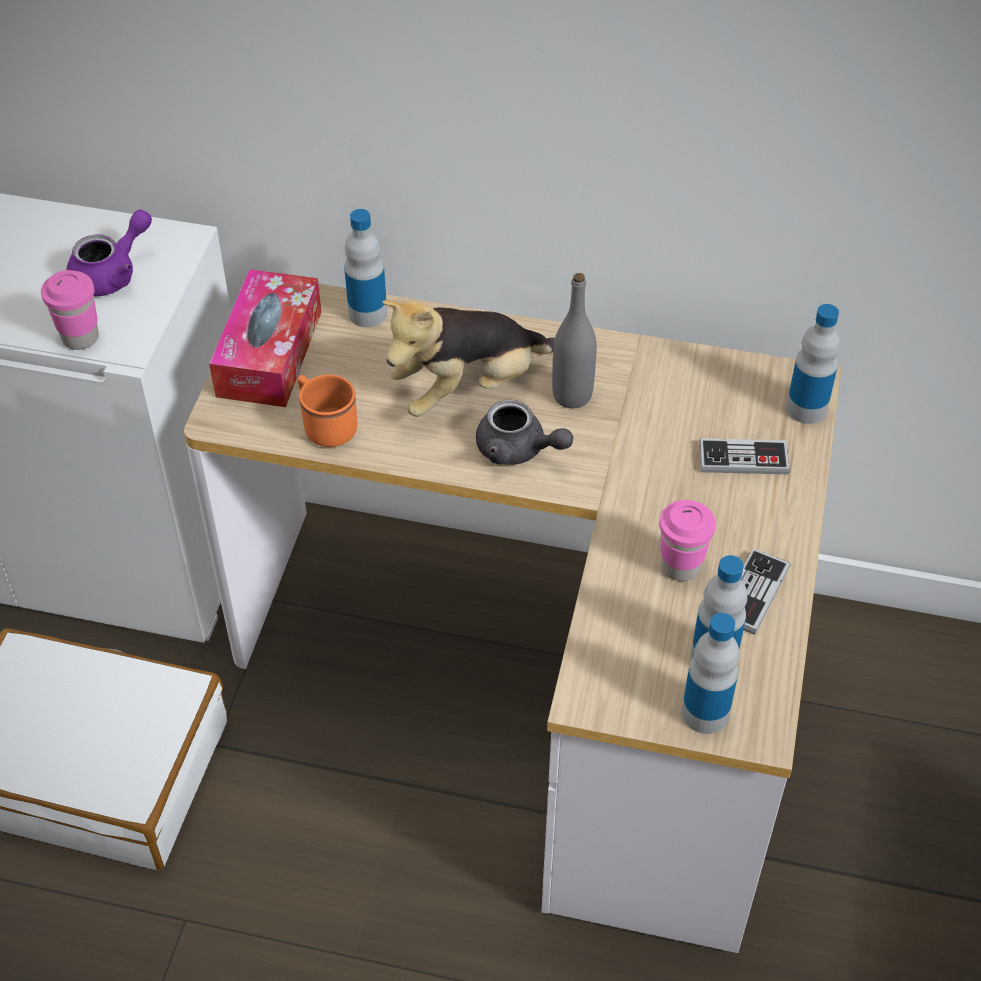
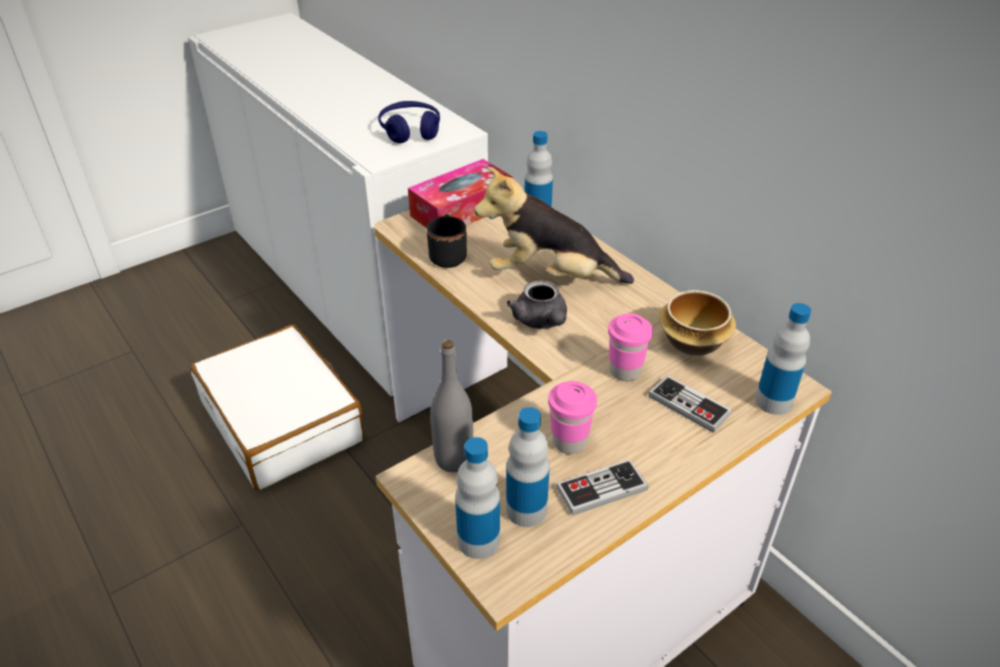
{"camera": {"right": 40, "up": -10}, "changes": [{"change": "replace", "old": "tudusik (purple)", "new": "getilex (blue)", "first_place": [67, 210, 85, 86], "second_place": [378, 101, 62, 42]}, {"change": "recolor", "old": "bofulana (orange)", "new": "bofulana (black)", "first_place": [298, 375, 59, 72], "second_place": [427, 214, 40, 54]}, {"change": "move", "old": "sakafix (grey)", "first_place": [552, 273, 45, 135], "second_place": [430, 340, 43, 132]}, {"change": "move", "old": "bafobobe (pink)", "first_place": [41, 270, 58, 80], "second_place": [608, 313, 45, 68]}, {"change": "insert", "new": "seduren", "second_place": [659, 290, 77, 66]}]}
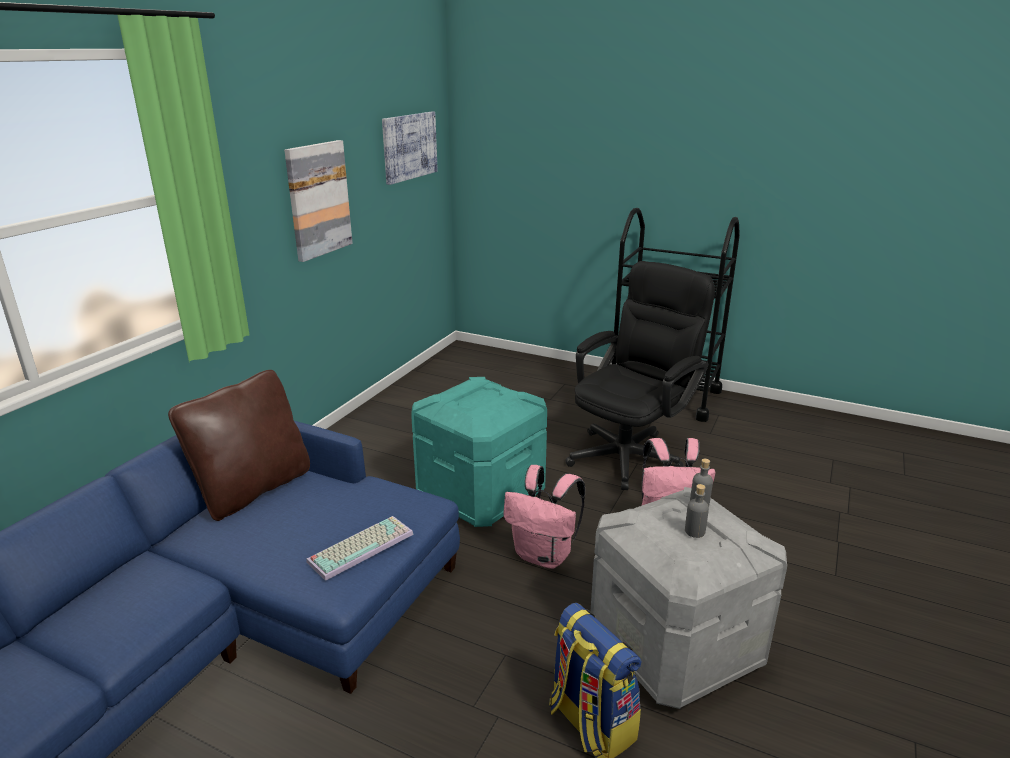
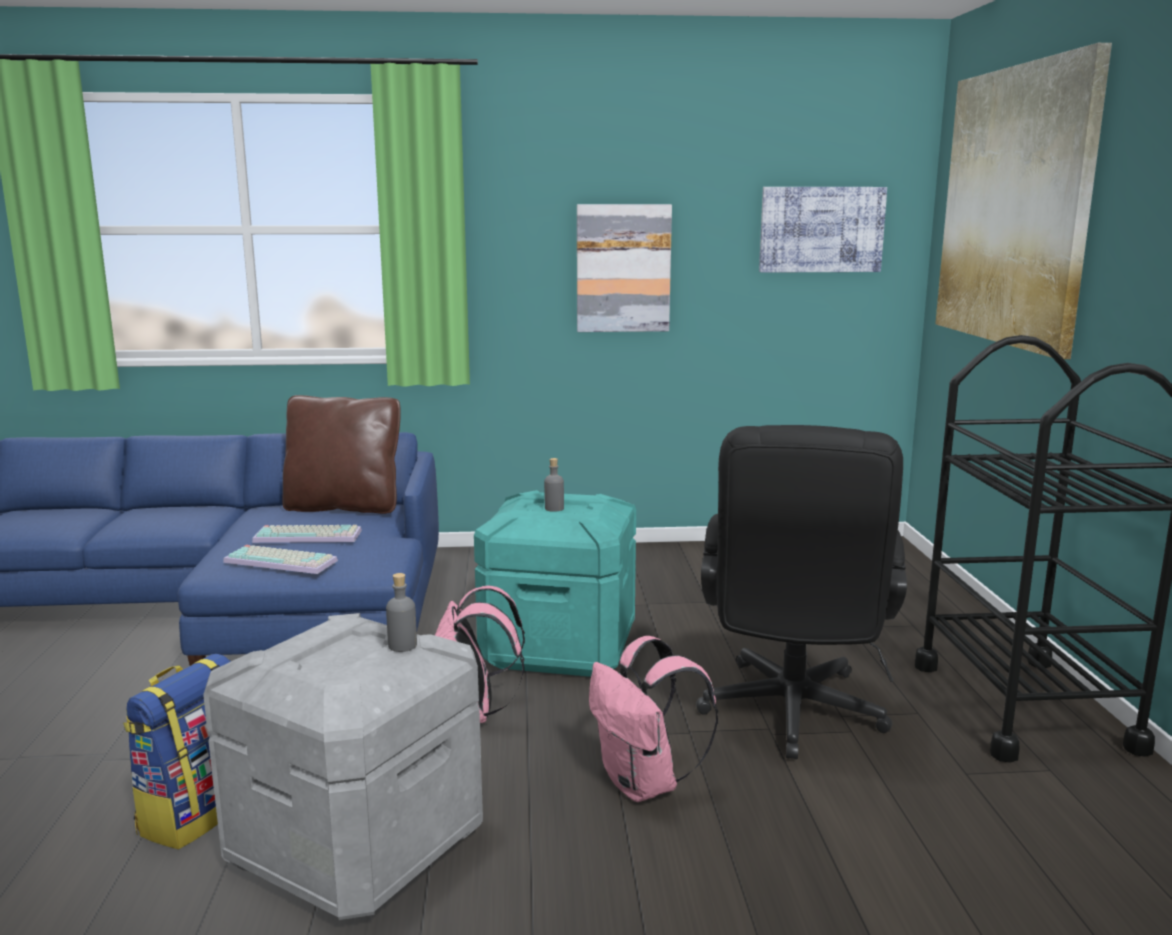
{"camera": {"right": 60, "up": -10}, "changes": [{"change": "insert", "new": "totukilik", "second_place": [252, 525, 110, 18]}, {"change": "move", "old": "sakafix (grey)", "first_place": [685, 484, 24, 54], "second_place": [544, 458, 20, 54]}, {"change": "rotate", "old": "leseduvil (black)", "first_place": [565, 261, 150, 229], "second_place": [696, 425, 211, 334], "degrees": 90}, {"change": "insert", "new": "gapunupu", "second_place": [935, 43, 177, 316]}]}
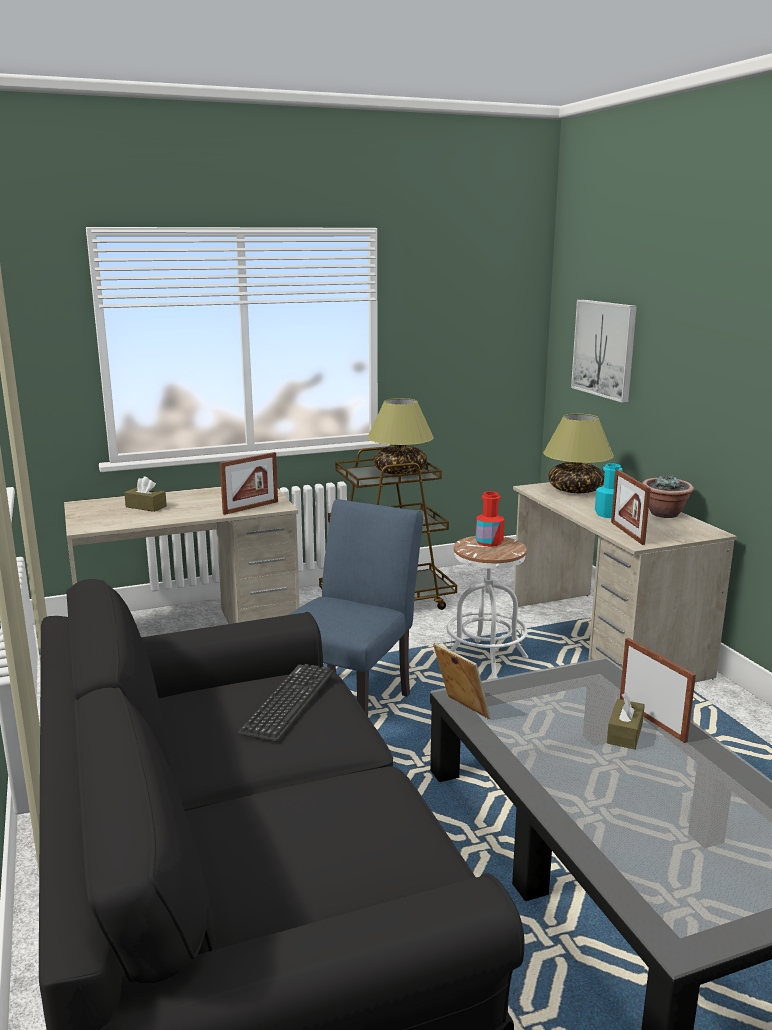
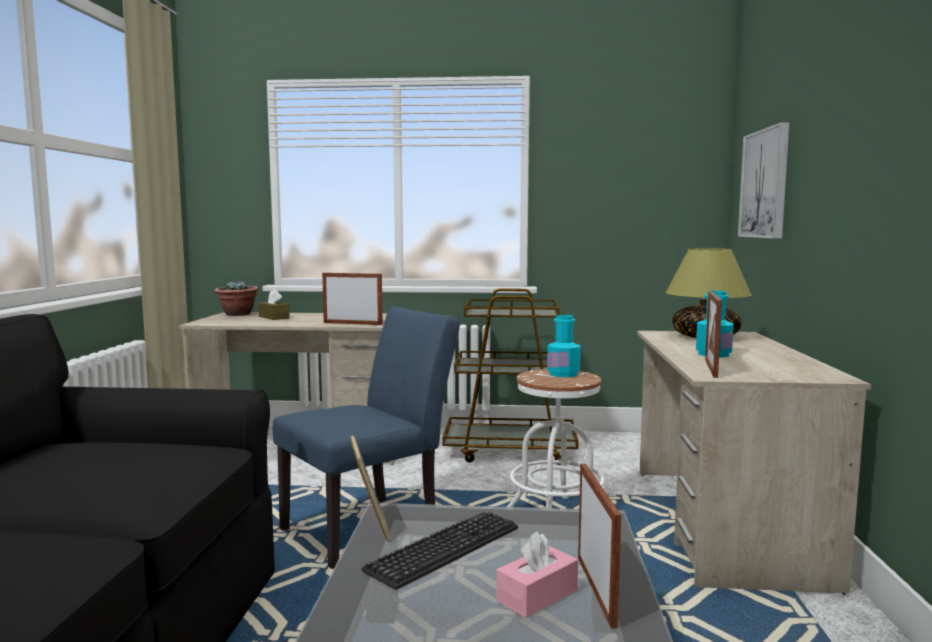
{"camera": {"right": 25, "up": -10}, "changes": [{"change": "move", "old": "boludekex", "first_place": [642, 474, 52, 44], "second_place": [214, 280, 45, 36]}, {"change": "rotate", "old": "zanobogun", "first_place": [220, 452, 58, 63], "second_place": [322, 273, 61, 52], "degrees": -150}, {"change": "move", "old": "totukilik", "first_place": [238, 664, 96, 78], "second_place": [361, 512, 157, 78]}, {"change": "recolor", "old": "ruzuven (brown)", "new": "ruzuven (pink)", "first_place": [607, 693, 38, 56], "second_place": [496, 531, 82, 87]}, {"change": "recolor", "old": "sakafix (red)", "new": "sakafix (turquoise)", "first_place": [475, 491, 29, 56], "second_place": [547, 315, 34, 62]}, {"change": "delete", "old": "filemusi", "first_place": [367, 398, 67, 77]}]}
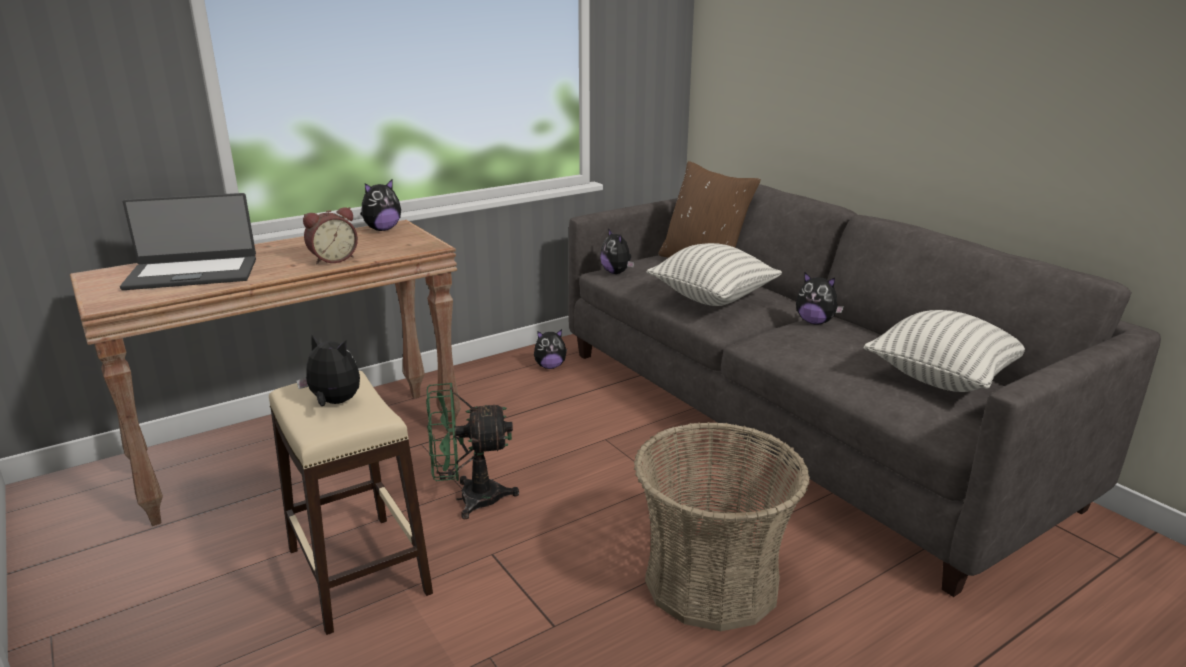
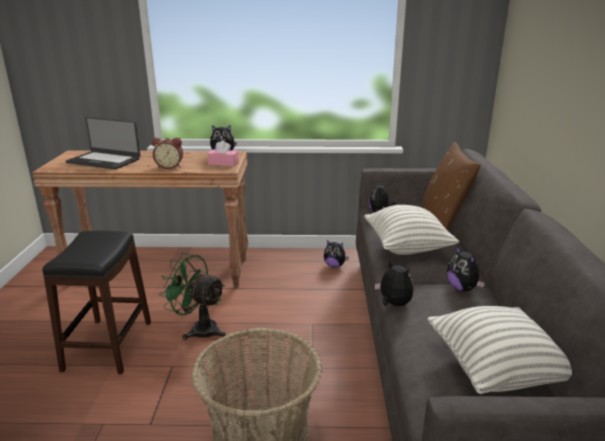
{"camera": {"right": 35, "up": 0}, "changes": [{"change": "recolor", "old": "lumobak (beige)", "new": "lumobak (black)", "first_place": [269, 371, 164, 264], "second_place": [42, 231, 109, 143]}, {"change": "insert", "new": "ruzuven (pink)", "second_place": [207, 140, 32, 26]}, {"change": "move", "old": "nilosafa", "first_place": [296, 335, 64, 71], "second_place": [375, 259, 39, 47]}]}
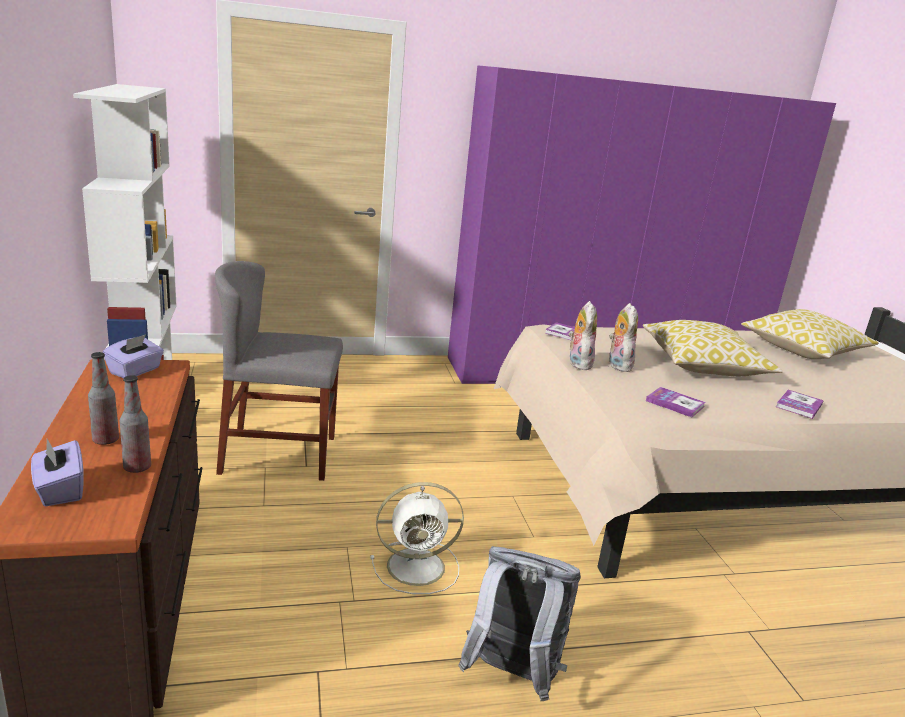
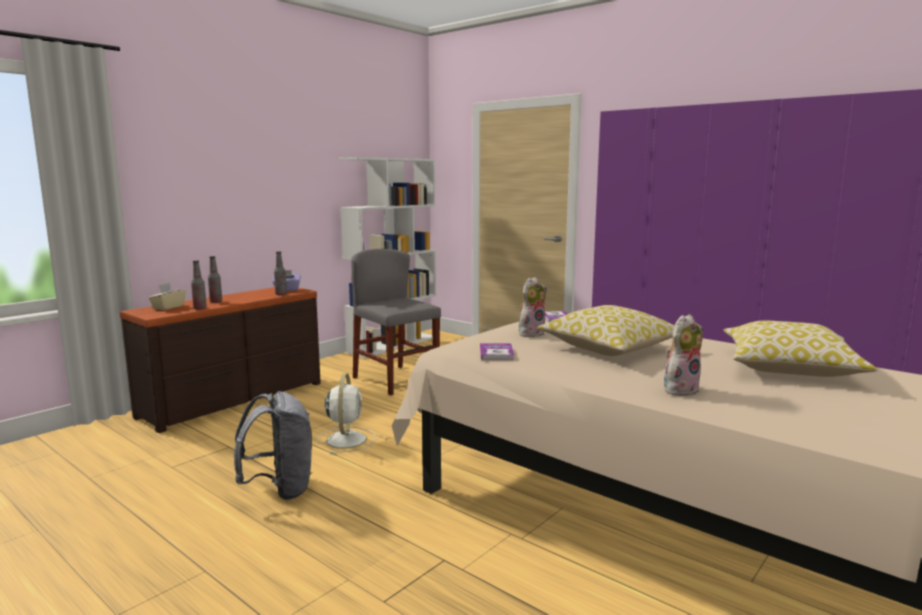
{"camera": {"right": 55, "up": -10}, "changes": [{"change": "recolor", "old": "ruzuven (purple)", "new": "ruzuven (beige)", "first_place": [31, 439, 53, 67], "second_place": [149, 283, 37, 27]}, {"change": "insert", "new": "sakafix", "second_place": [274, 251, 13, 44]}, {"change": "rotate", "old": "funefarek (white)", "first_place": [370, 482, 94, 112], "second_place": [317, 373, 59, 81], "degrees": -135}, {"change": "move", "old": "nilosafa", "first_place": [569, 301, 28, 69], "second_place": [664, 314, 39, 82]}, {"change": "delete", "old": "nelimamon", "first_place": [776, 390, 48, 29]}]}
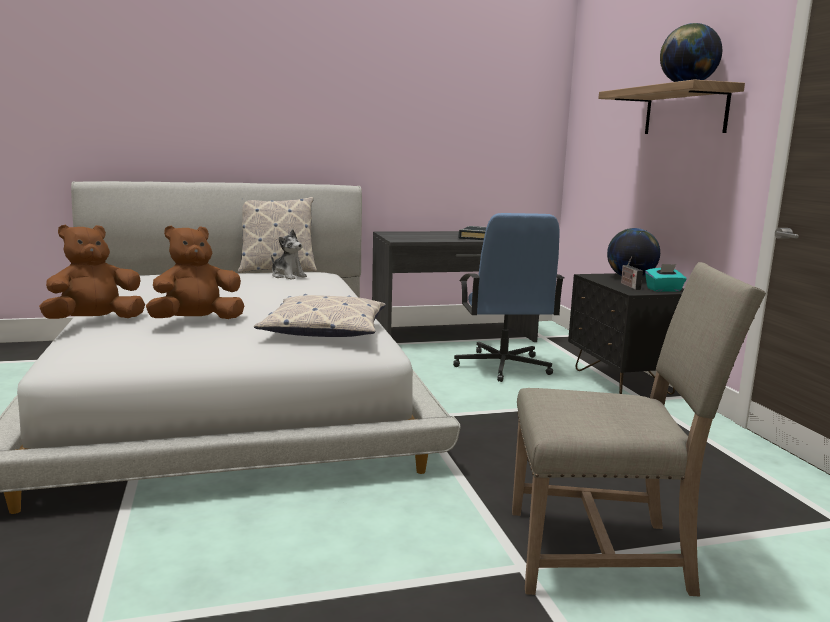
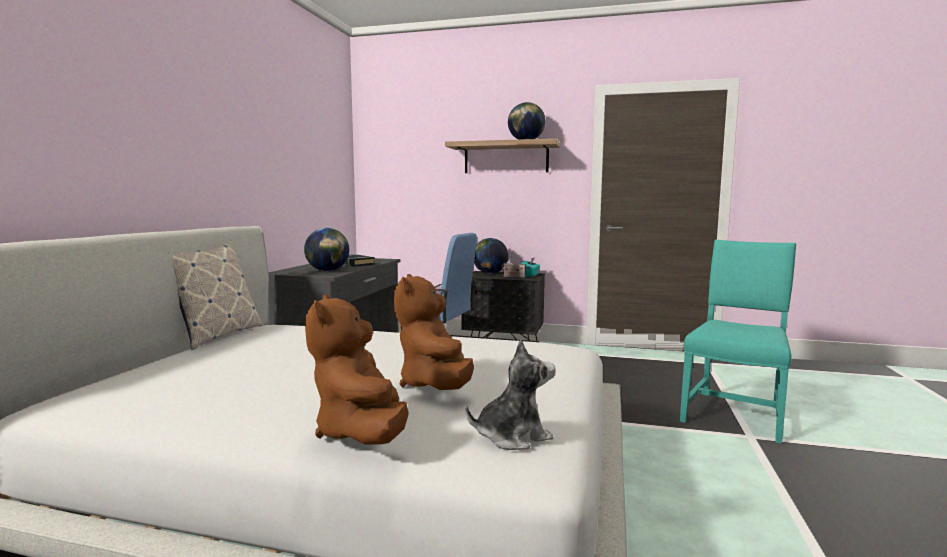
{"camera": {"right": -60, "up": -5}, "changes": [{"change": "insert", "new": "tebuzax", "second_place": [304, 228, 45, 43]}, {"change": "move", "old": "nilosafa", "first_place": [271, 229, 36, 51], "second_place": [466, 340, 90, 110]}, {"change": "recolor", "old": "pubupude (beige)", "new": "pubupude (turquoise)", "first_place": [512, 262, 254, 334], "second_place": [680, 240, 116, 204]}, {"change": "delete", "old": "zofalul", "first_place": [254, 294, 132, 43]}]}
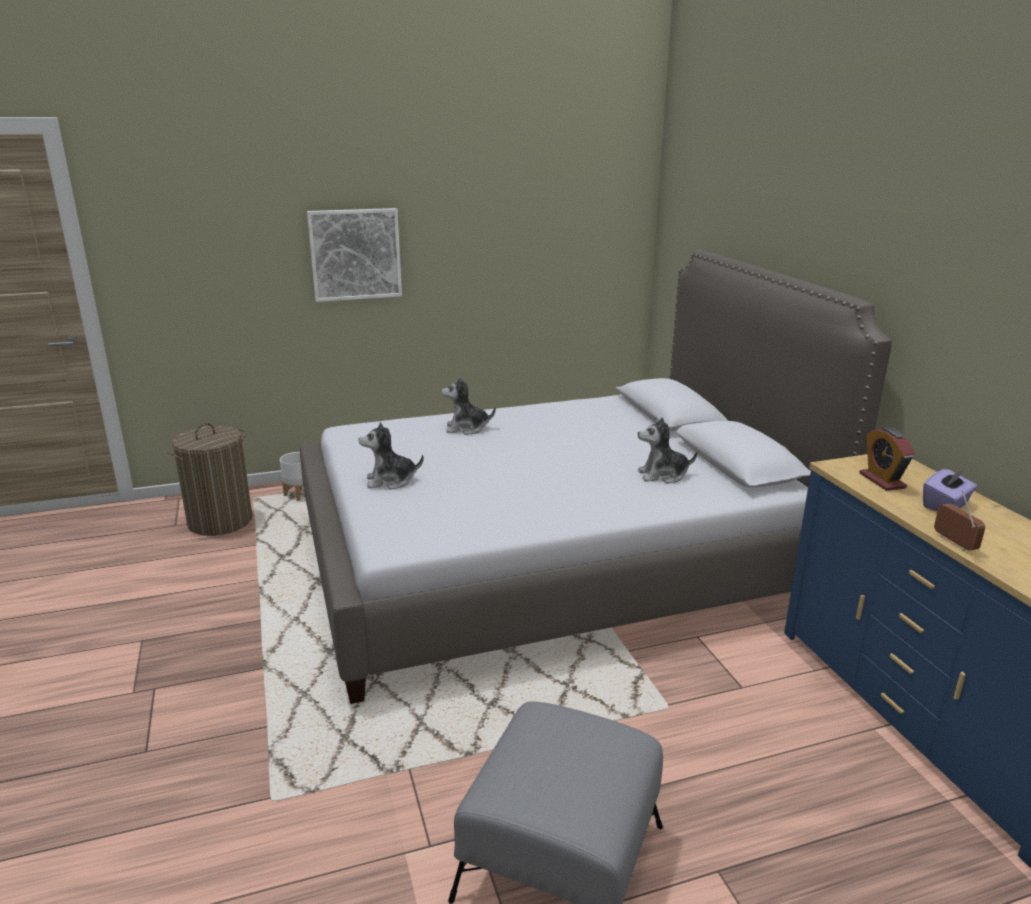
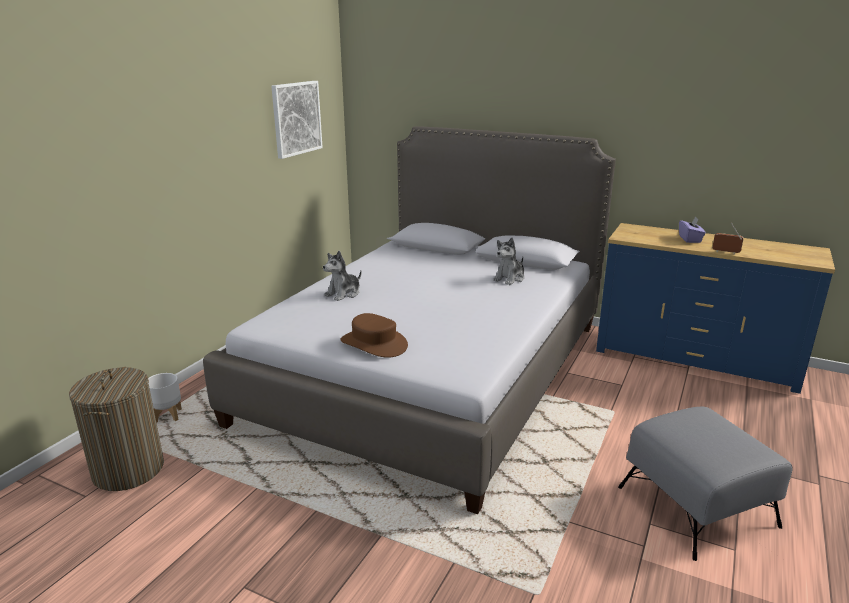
{"camera": {"right": -45, "up": 0}, "changes": [{"change": "move", "old": "gapunupu", "first_place": [307, 208, 95, 94], "second_place": [271, 81, 52, 78]}, {"change": "replace", "old": "nilosafa", "new": "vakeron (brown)", "first_place": [358, 422, 66, 68], "second_place": [340, 313, 68, 45]}, {"change": "delete", "old": "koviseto", "first_place": [859, 427, 56, 64]}]}
